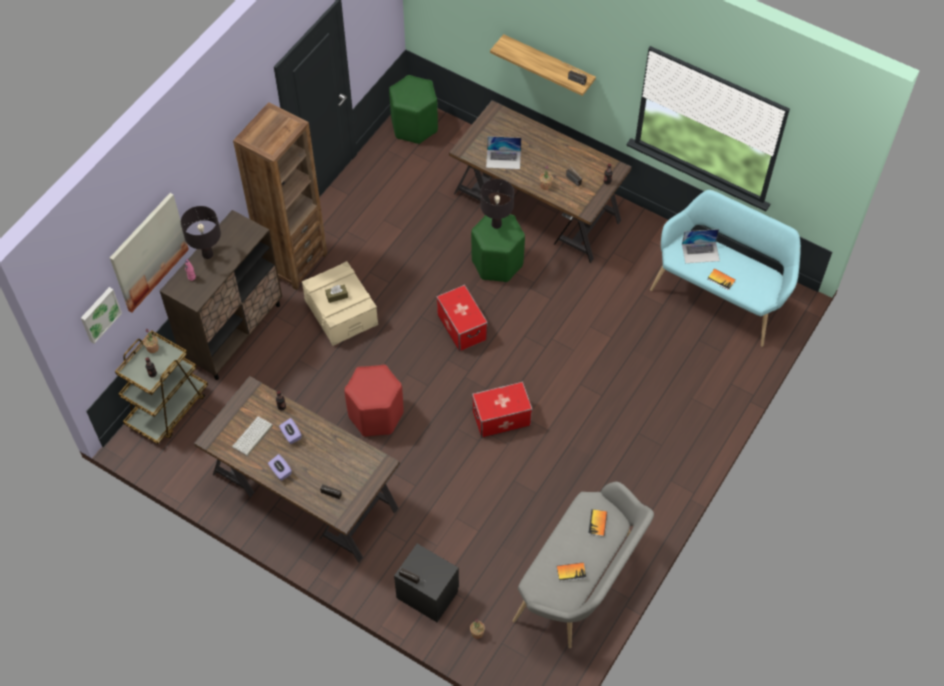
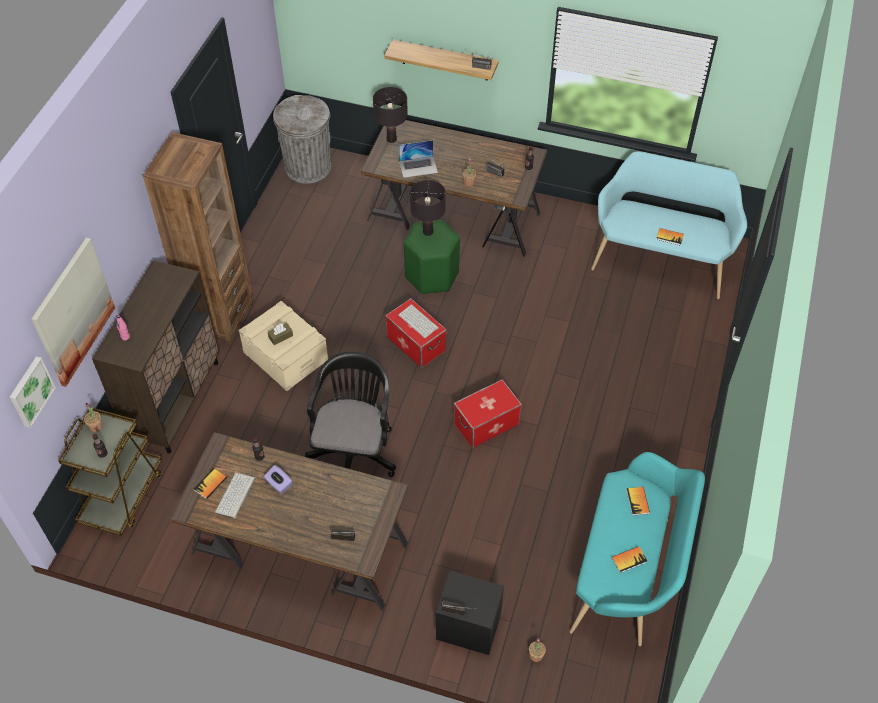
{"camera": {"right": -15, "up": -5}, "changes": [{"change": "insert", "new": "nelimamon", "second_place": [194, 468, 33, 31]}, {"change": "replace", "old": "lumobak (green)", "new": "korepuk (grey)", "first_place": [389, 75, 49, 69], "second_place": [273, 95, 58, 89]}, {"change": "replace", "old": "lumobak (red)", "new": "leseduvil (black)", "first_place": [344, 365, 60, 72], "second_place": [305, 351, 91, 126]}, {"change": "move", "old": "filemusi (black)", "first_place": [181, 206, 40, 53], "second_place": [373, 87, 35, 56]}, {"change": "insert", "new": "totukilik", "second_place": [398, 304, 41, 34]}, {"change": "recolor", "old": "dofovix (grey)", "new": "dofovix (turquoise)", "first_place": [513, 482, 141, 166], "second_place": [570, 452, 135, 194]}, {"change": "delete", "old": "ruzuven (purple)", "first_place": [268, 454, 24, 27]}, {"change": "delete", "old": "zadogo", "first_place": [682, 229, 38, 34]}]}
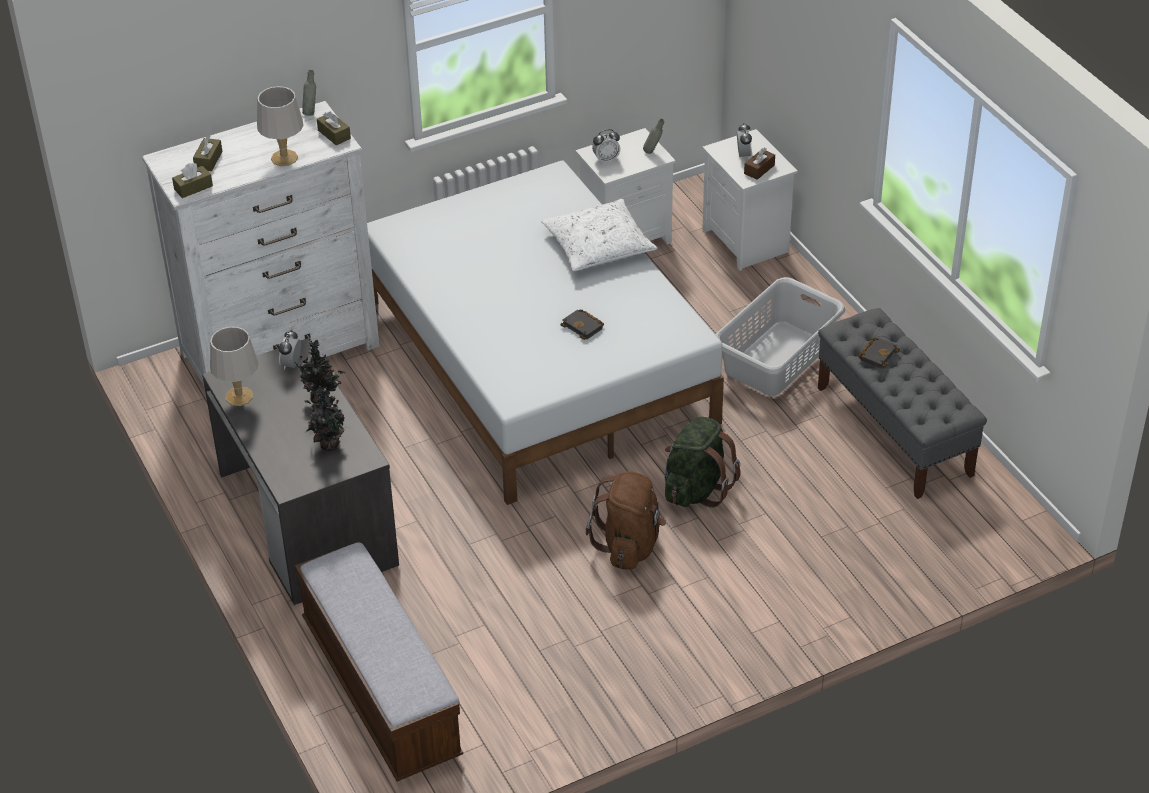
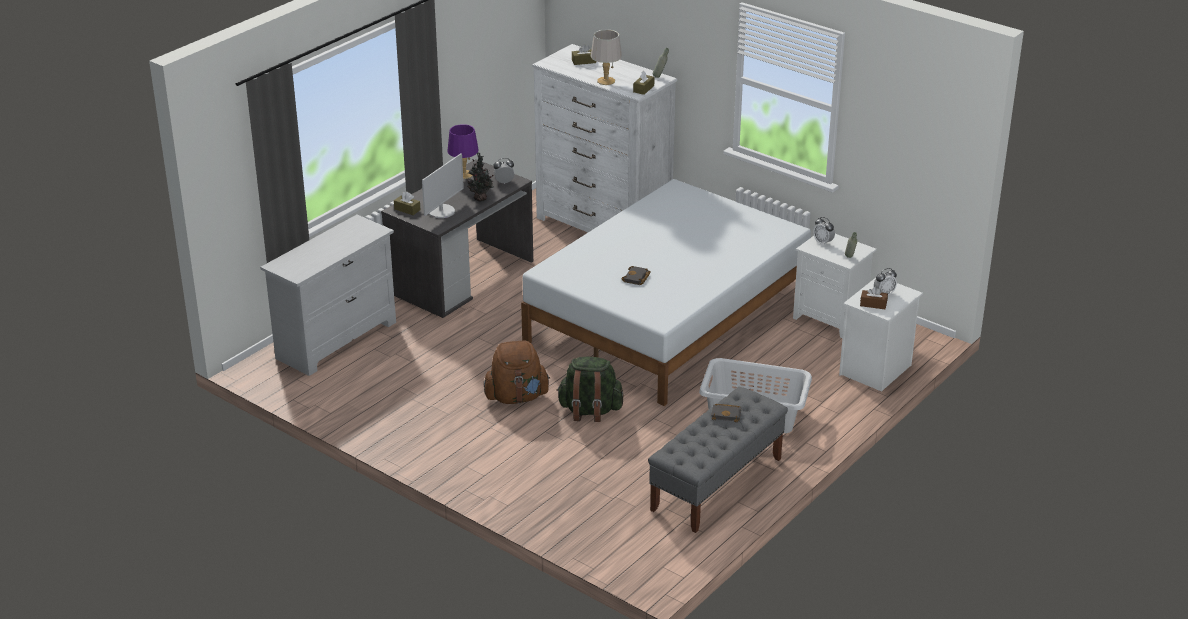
{"camera": {"right": 65, "up": -10}, "changes": [{"change": "replace", "old": "dofovix", "new": "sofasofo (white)", "first_place": [295, 542, 168, 239], "second_place": [260, 215, 136, 161]}, {"change": "move", "old": "ruzuven (brown)", "first_place": [172, 163, 41, 35], "second_place": [394, 192, 27, 23]}, {"change": "replace", "old": "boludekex", "new": "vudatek", "first_place": [304, 386, 41, 65], "second_place": [422, 153, 42, 65]}, {"change": "recolor", "old": "filemusi (grey)", "new": "filemusi (purple)", "first_place": [210, 327, 49, 79], "second_place": [447, 124, 32, 55]}, {"change": "delete", "old": "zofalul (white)", "first_place": [541, 199, 117, 72]}]}
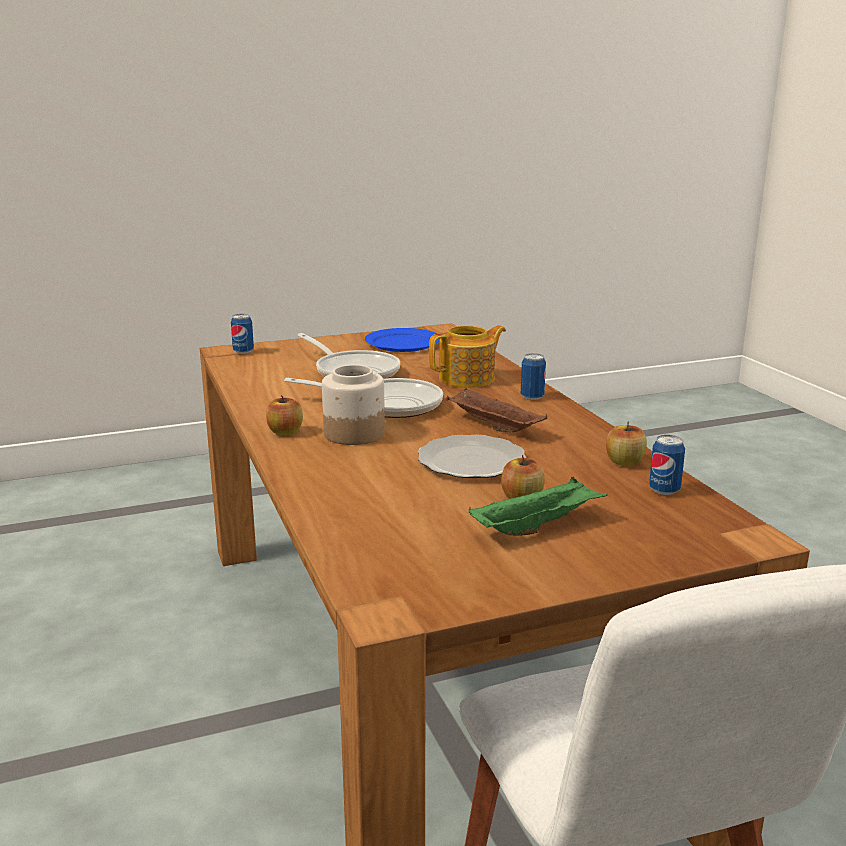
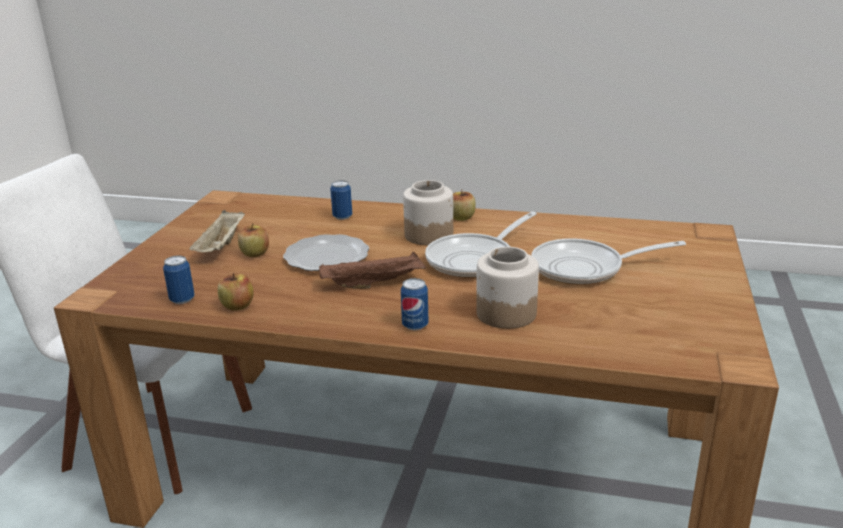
{"camera": {"right": 125, "up": 5}, "changes": [{"change": "recolor", "old": "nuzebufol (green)", "new": "nuzebufol (beige)", "first_place": [469, 477, 138, 59], "second_place": [189, 210, 56, 42]}, {"change": "move", "old": "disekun", "first_place": [231, 314, 23, 40], "second_place": [330, 180, 22, 40]}, {"change": "replace", "old": "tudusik", "new": "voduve", "first_place": [429, 325, 77, 63], "second_place": [476, 247, 63, 82]}, {"change": "delete", "old": "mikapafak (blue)", "first_place": [365, 328, 75, 24]}]}
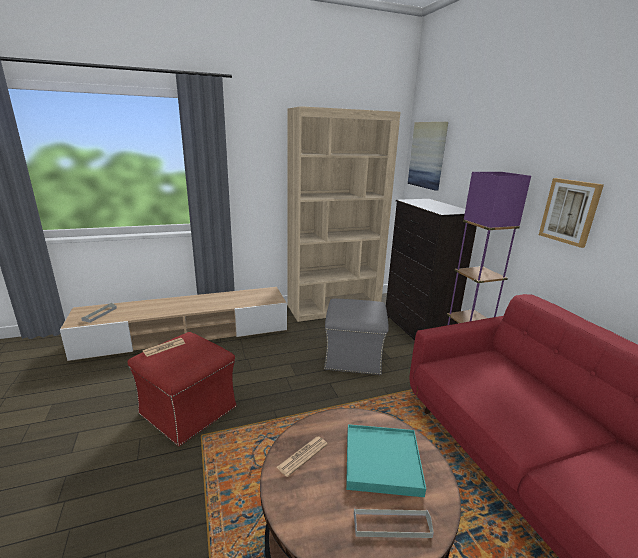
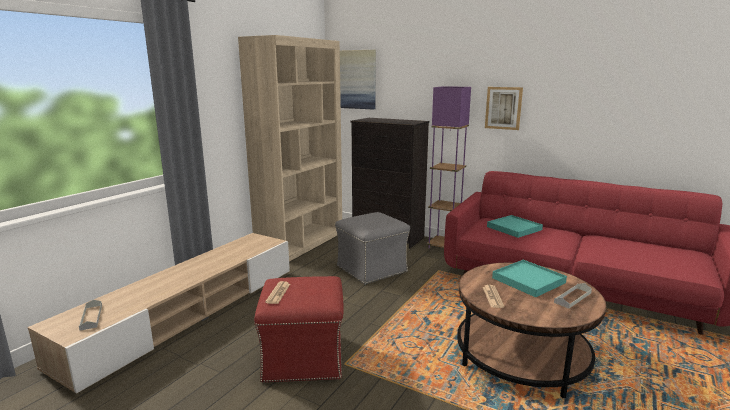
{"camera": {"right": -40, "up": -5}, "changes": [{"change": "insert", "new": "nuzebufol (turquoise)", "second_place": [487, 215, 56, 23]}]}
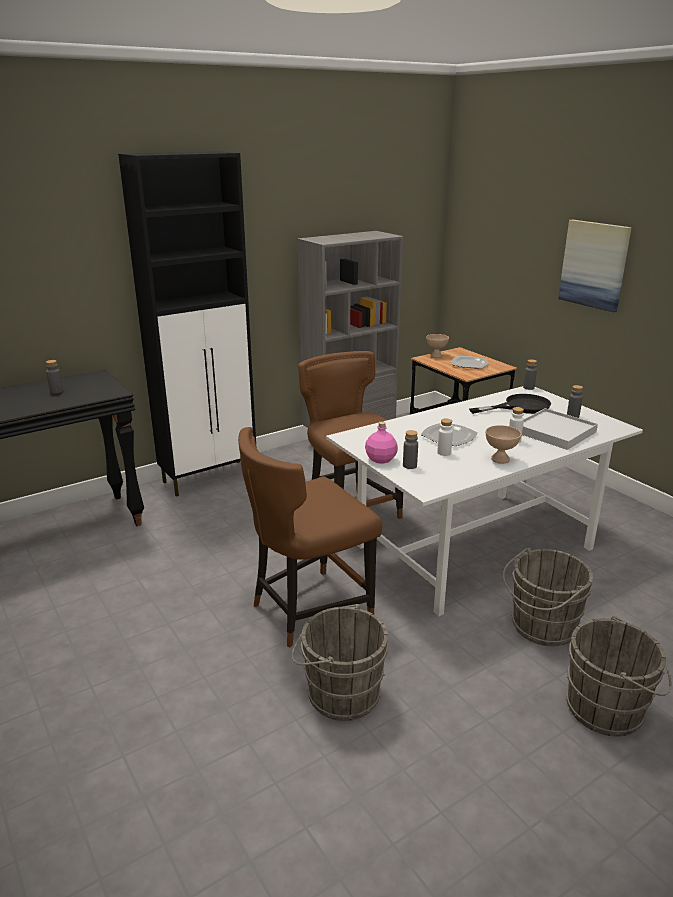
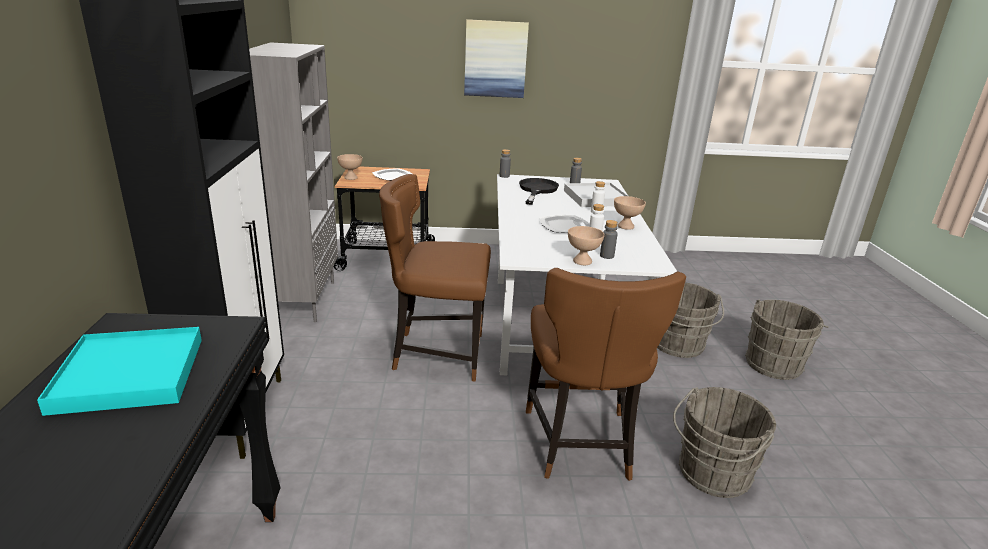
{"camera": {"right": -60, "up": 0}, "changes": [{"change": "replace", "old": "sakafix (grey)", "new": "nuzebufol (turquoise)", "first_place": [46, 360, 17, 34], "second_place": [37, 327, 165, 89]}, {"change": "replace", "old": "sakafix (pink)", "new": "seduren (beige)", "first_place": [365, 421, 33, 43], "second_place": [568, 226, 37, 39]}]}
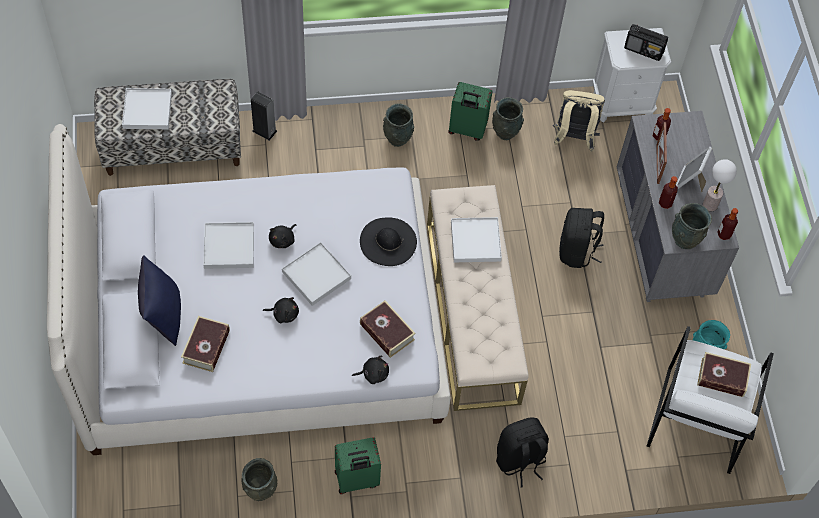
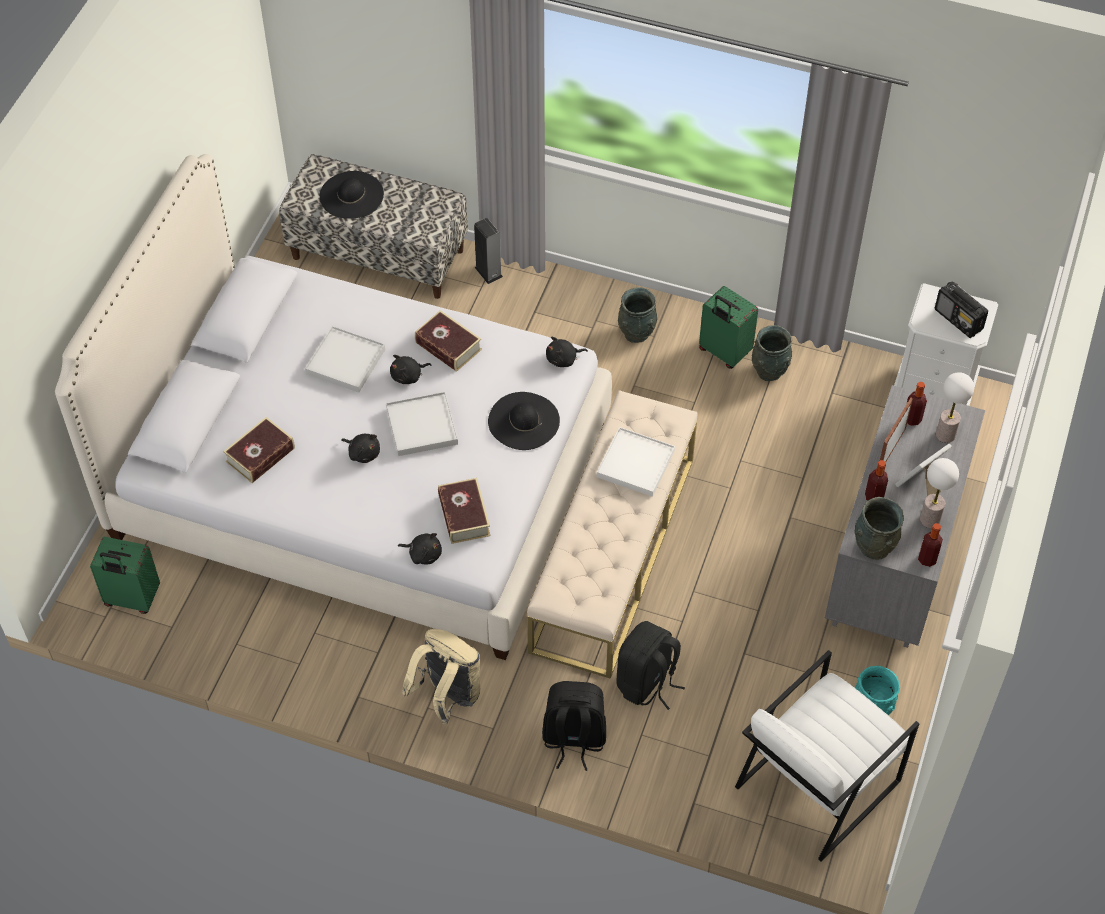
{"camera": {"right": 30, "up": -5}, "changes": [{"change": "move", "old": "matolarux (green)", "first_place": [335, 437, 46, 57], "second_place": [90, 537, 70, 77]}, {"change": "replace", "old": "nuzebufol (white)", "new": "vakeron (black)", "first_place": [122, 88, 50, 41], "second_place": [320, 171, 64, 48]}, {"change": "move", "old": "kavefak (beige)", "first_place": [553, 90, 52, 62], "second_place": [402, 629, 78, 96]}, {"change": "move", "old": "nelimamon", "first_place": [697, 352, 54, 45], "second_place": [415, 310, 67, 62]}, {"change": "insert", "new": "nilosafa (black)", "second_place": [546, 337, 42, 30]}, {"change": "move", "old": "kavefak (black)", "first_place": [559, 208, 45, 60], "second_place": [616, 621, 69, 89]}, {"change": "insert", "new": "filemusi", "second_place": [936, 372, 38, 71]}, {"change": "delete", "old": "zofalul (blue)", "first_place": [138, 256, 43, 90]}, {"change": "delete", "old": "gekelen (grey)", "first_place": [241, 458, 37, 43]}]}
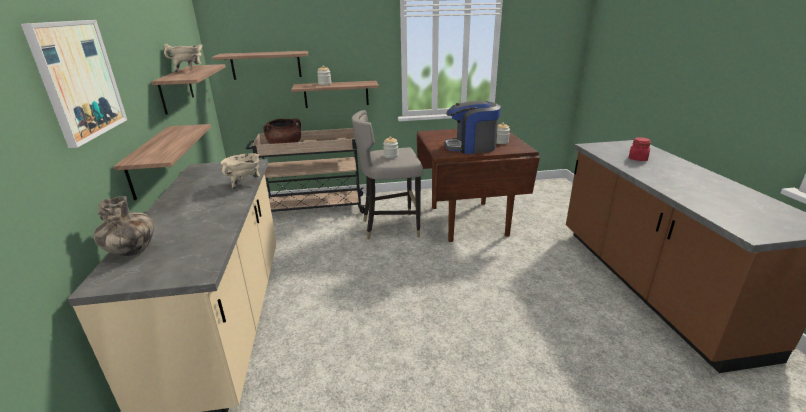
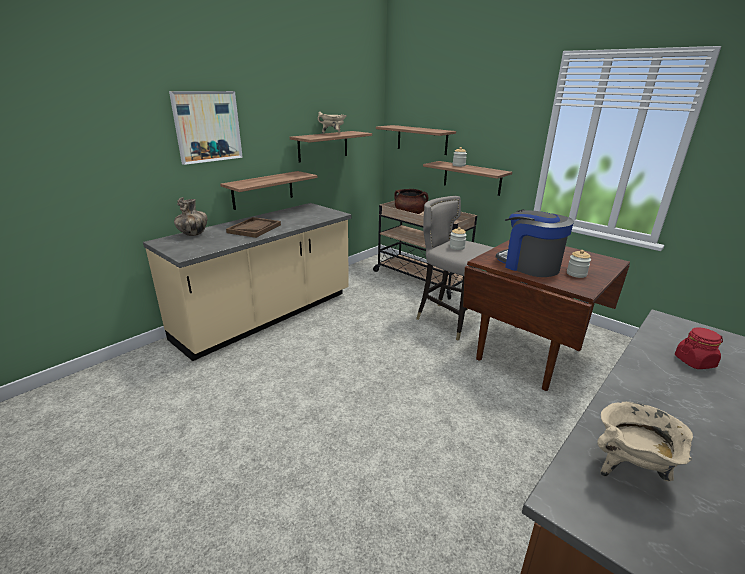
{"camera": {"right": 50, "up": 0}, "changes": [{"change": "insert", "new": "nuzebufol (brown)", "second_place": [226, 217, 55, 21]}, {"change": "move", "old": "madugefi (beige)", "first_place": [221, 154, 39, 36], "second_place": [597, 402, 96, 79]}]}
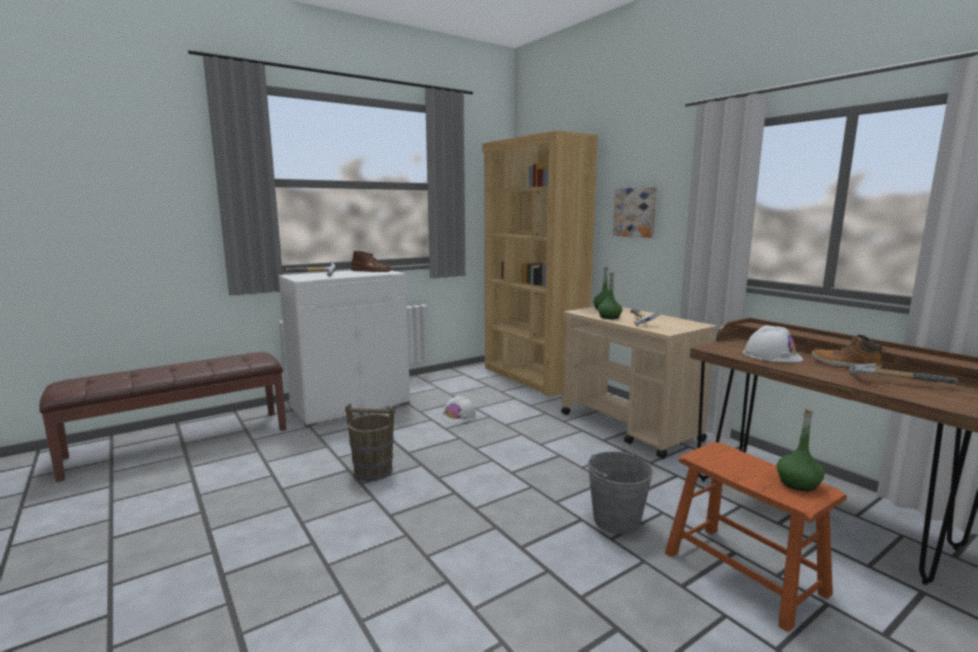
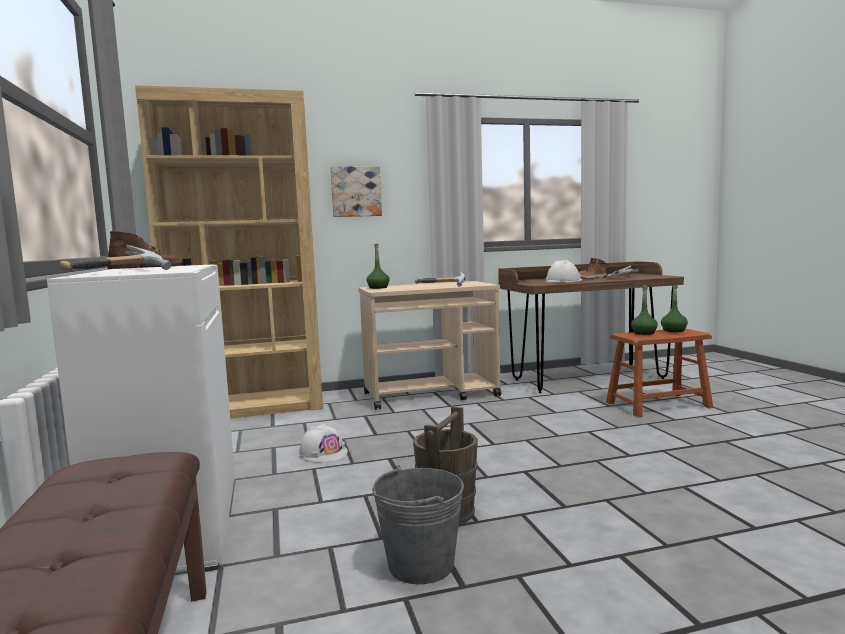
{"camera": {"right": -70, "up": -5}, "changes": [{"change": "move", "old": "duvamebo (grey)", "first_place": [588, 451, 65, 83], "second_place": [372, 465, 92, 119]}, {"change": "move", "old": "sakafix (green)", "first_place": [598, 272, 24, 47], "second_place": [631, 285, 27, 50]}]}
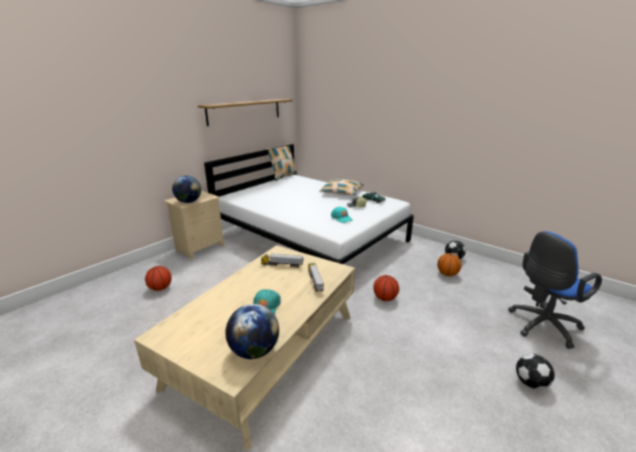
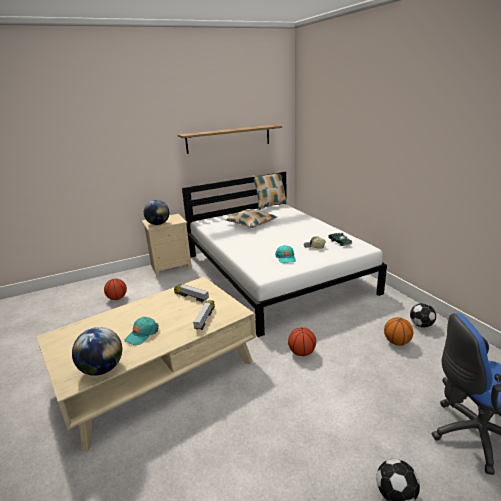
{"camera": {"right": 25, "up": 0}, "changes": [{"change": "move", "old": "zofalul", "first_place": [319, 179, 46, 17], "second_place": [225, 209, 52, 19]}]}
